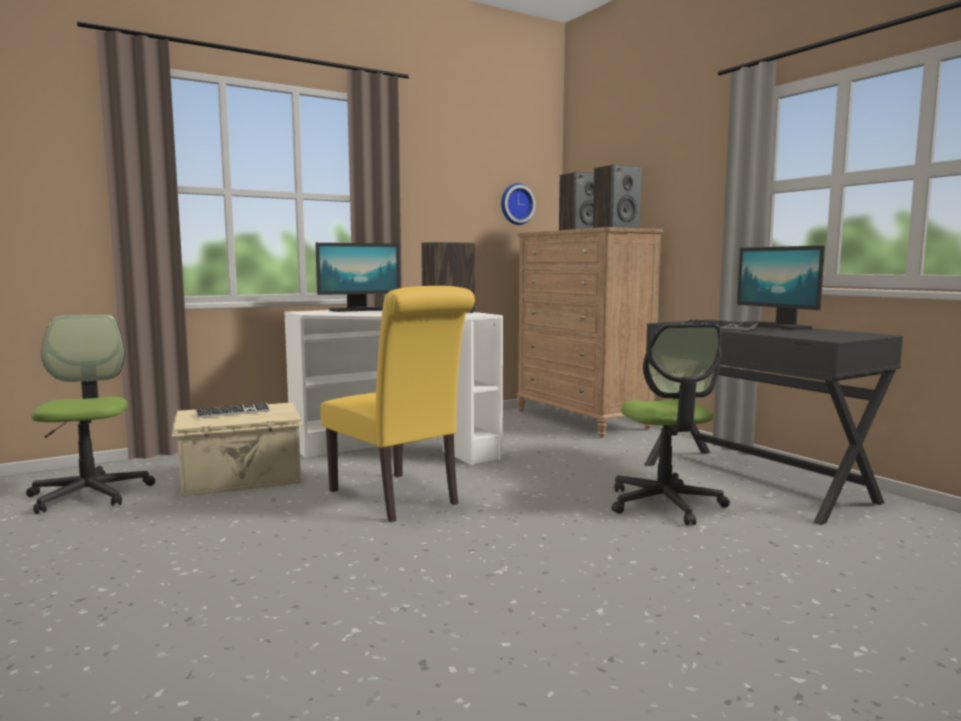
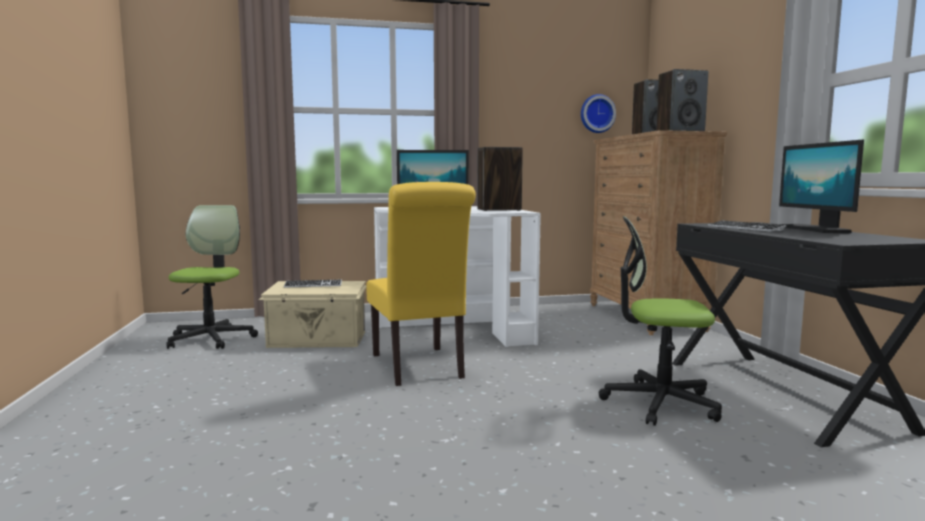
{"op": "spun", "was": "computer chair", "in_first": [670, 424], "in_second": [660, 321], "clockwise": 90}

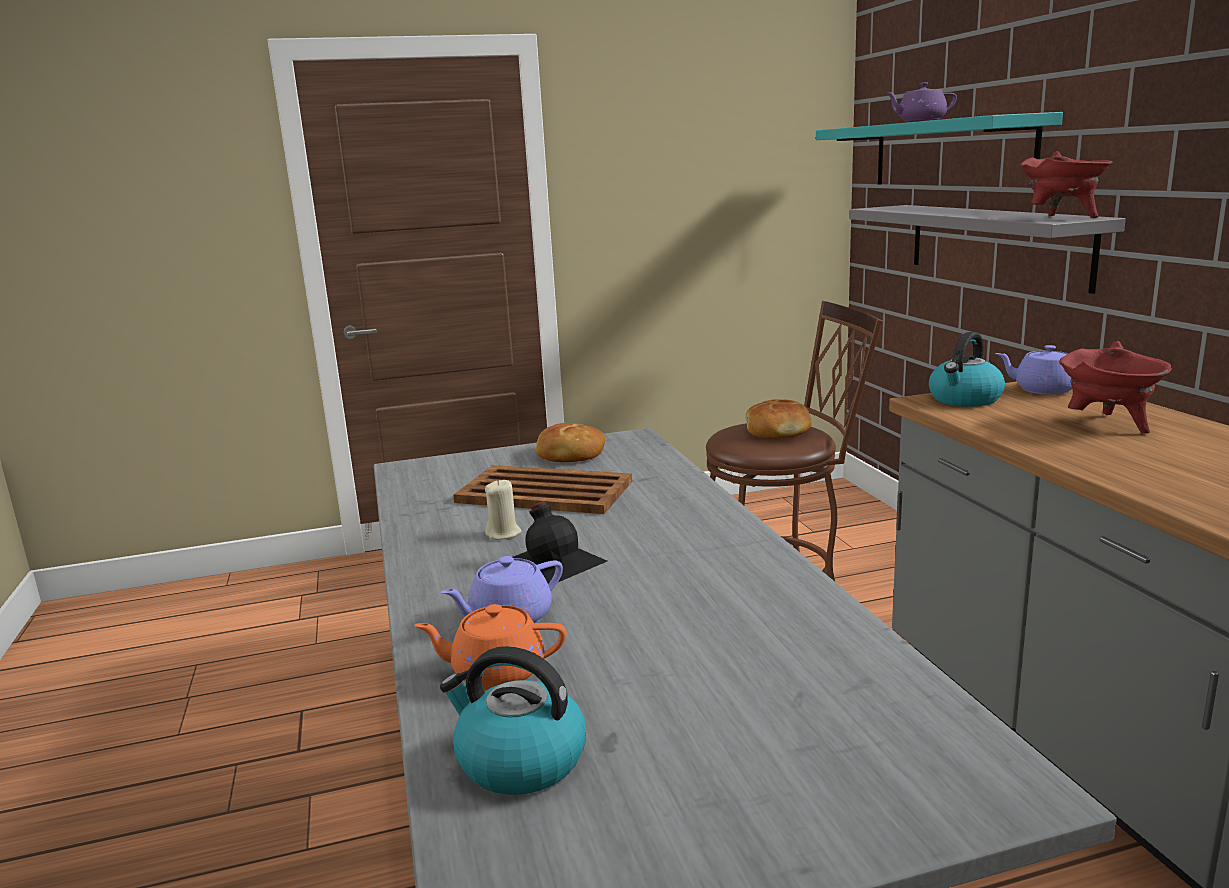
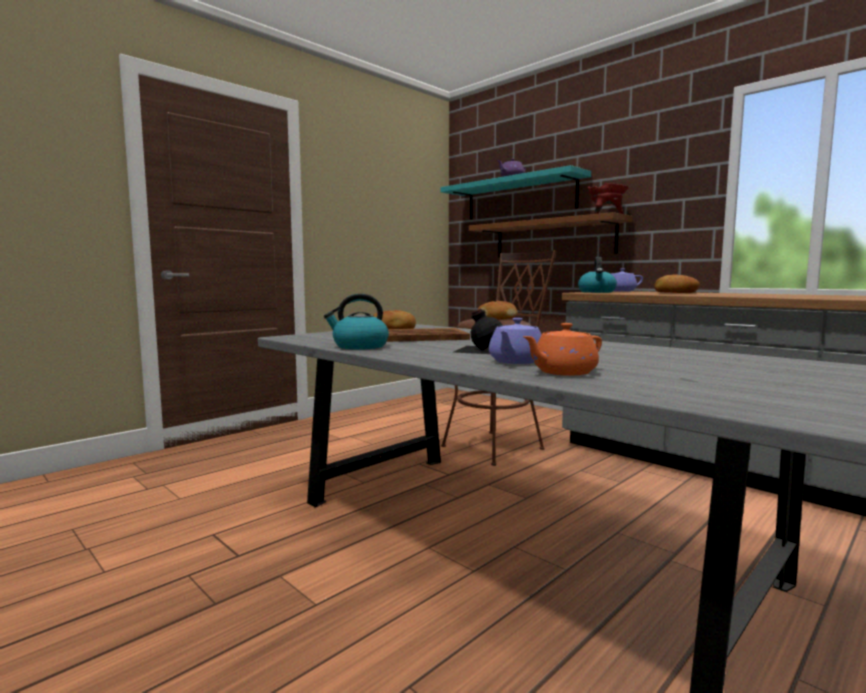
{"op": "relocated", "was": "tea kettle", "in_first": [513, 720], "in_second": [356, 322]}
{"op": "missing", "was": "sand-coloured wax candle", "in_first": [503, 509]}
{"op": "colour", "was": "grey bracket shelf", "now": "brown bracket shelf", "in_first": [987, 249], "in_second": [551, 235]}
{"op": "exchanged", "was": "red-coloured stockpot", "now": "baked bread", "in_first": [1115, 387], "in_second": [677, 283]}

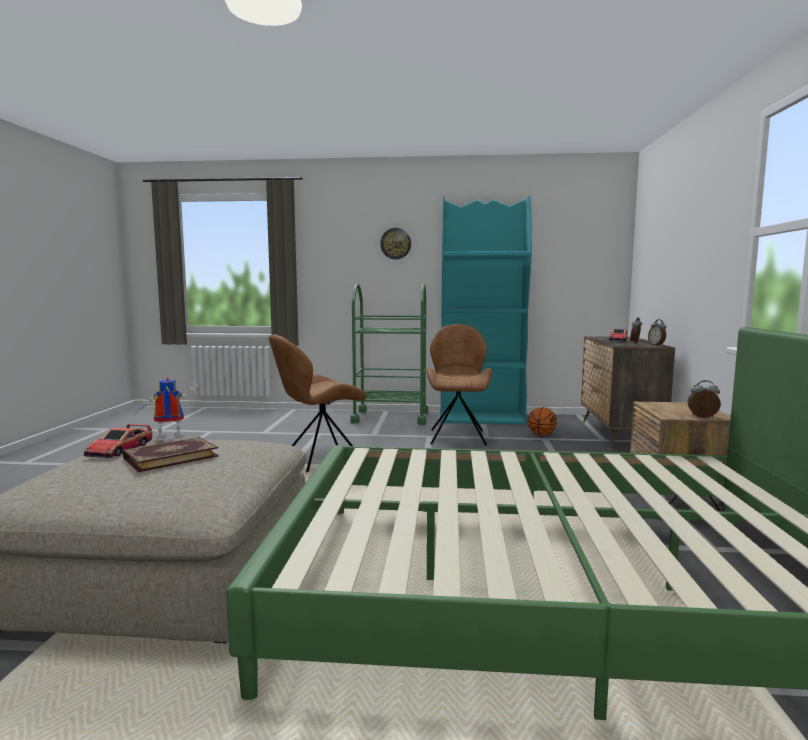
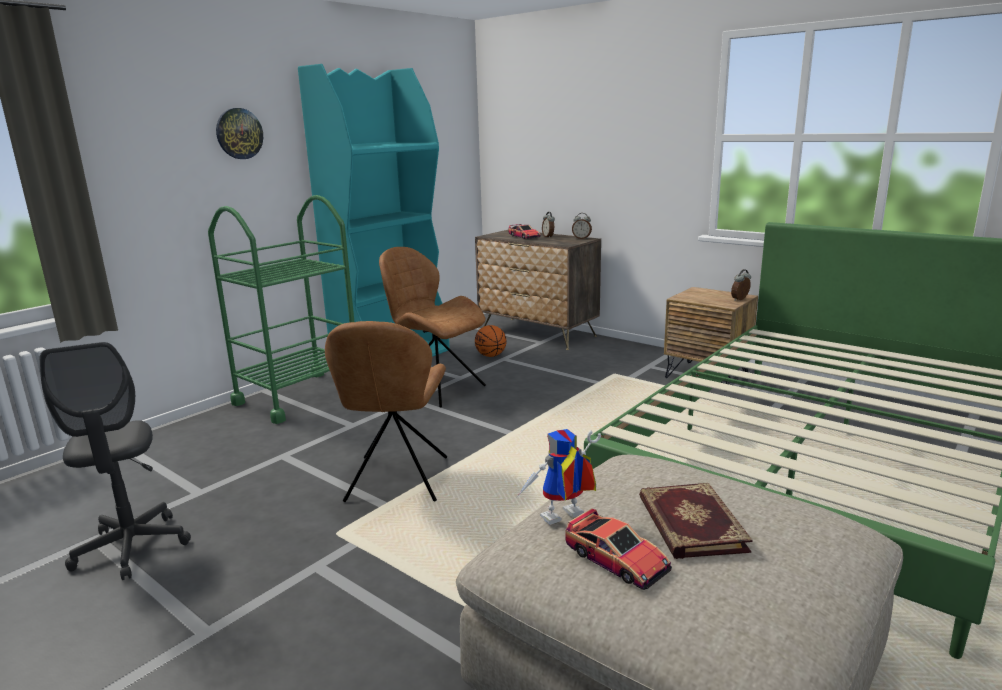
{"op": "spun", "was": "model robot", "in_first": [166, 408], "in_second": [559, 477], "clockwise": 45}
{"op": "appeared", "now": "grey computer chair", "in_second": [115, 461]}

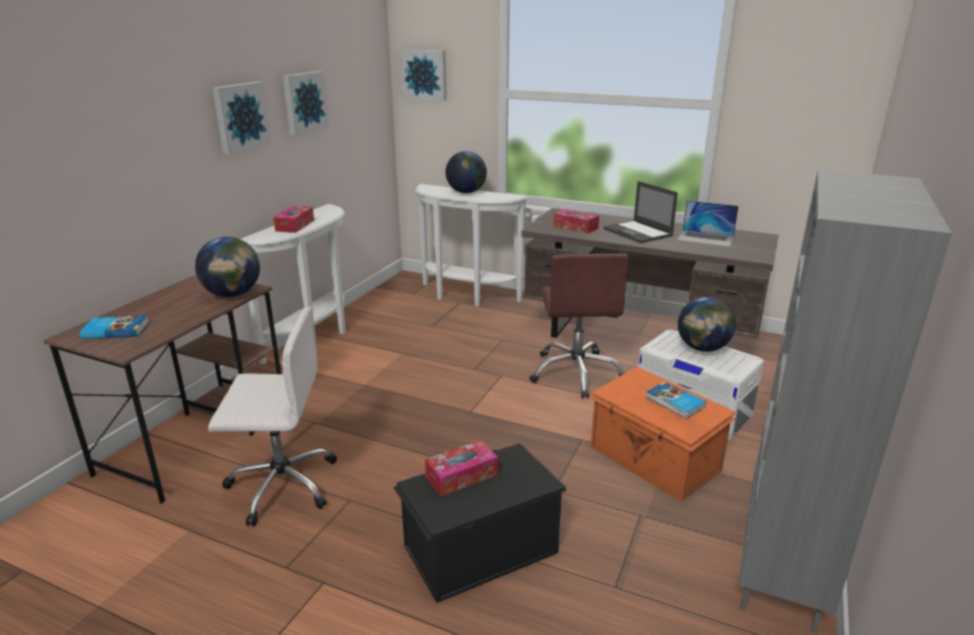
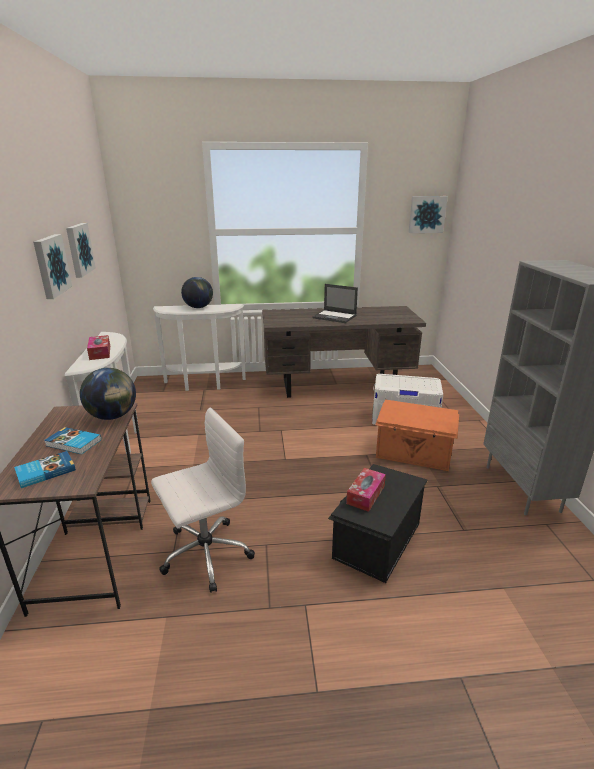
{"op": "relocated", "was": "wall picture", "in_first": [424, 75], "in_second": [428, 214]}
{"op": "missing", "was": "brown computer chair", "in_first": [579, 326]}
{"op": "missing", "was": "tissue box", "in_first": [576, 221]}
{"op": "relocated", "was": "volume", "in_first": [676, 400], "in_second": [72, 440]}
{"op": "missing", "was": "portable computer", "in_first": [708, 223]}
{"op": "missing", "was": "world globe", "in_first": [707, 324]}

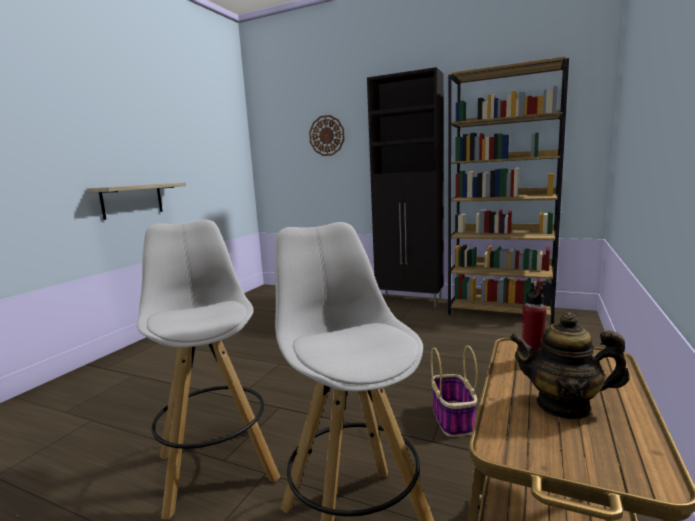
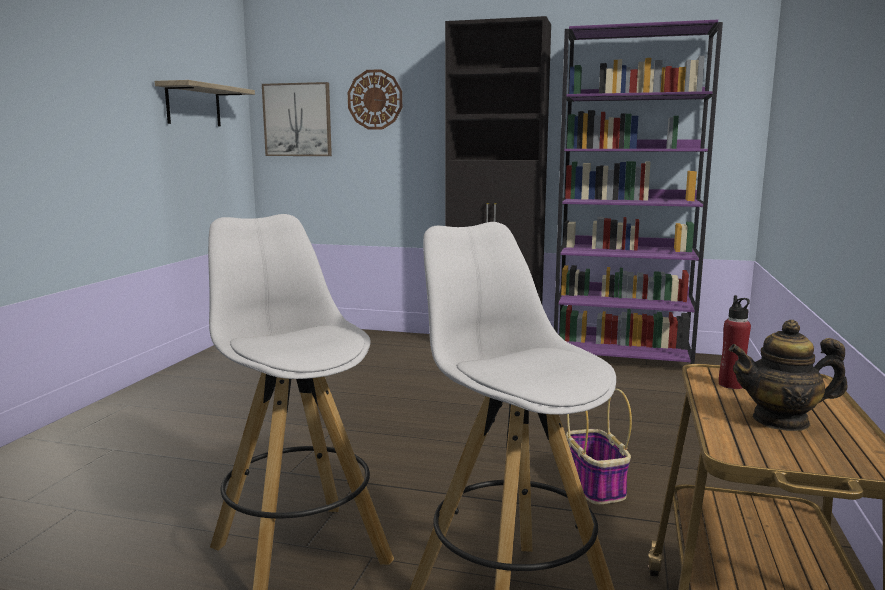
{"op": "relocated", "was": "bracket shelf", "in_first": [136, 201], "in_second": [205, 103]}
{"op": "colour", "was": "brown bookcase", "now": "purple bookcase", "in_first": [508, 190], "in_second": [638, 192]}
{"op": "appeared", "now": "wall picture", "in_second": [297, 119]}

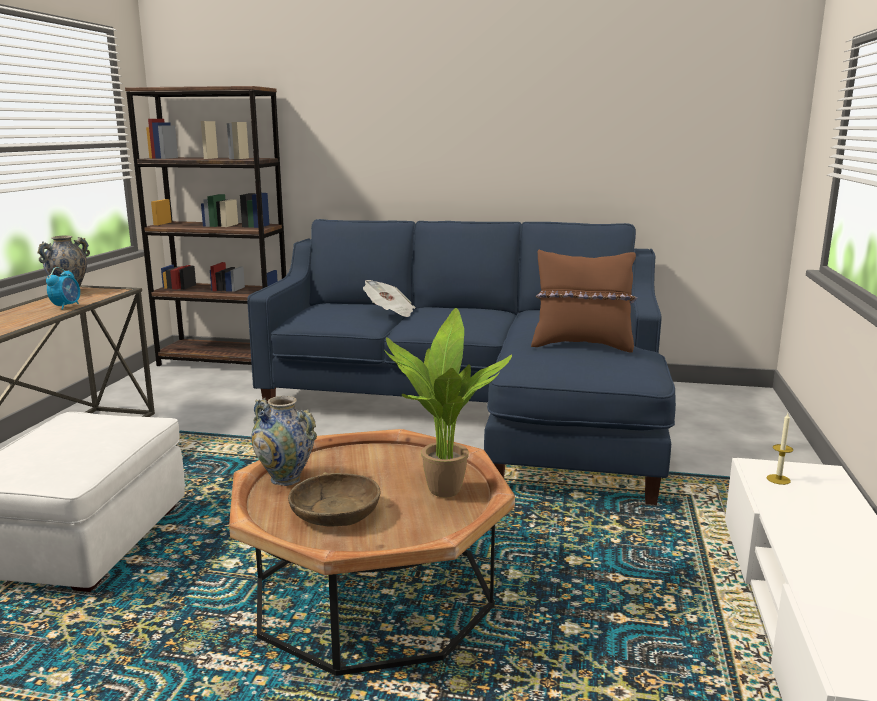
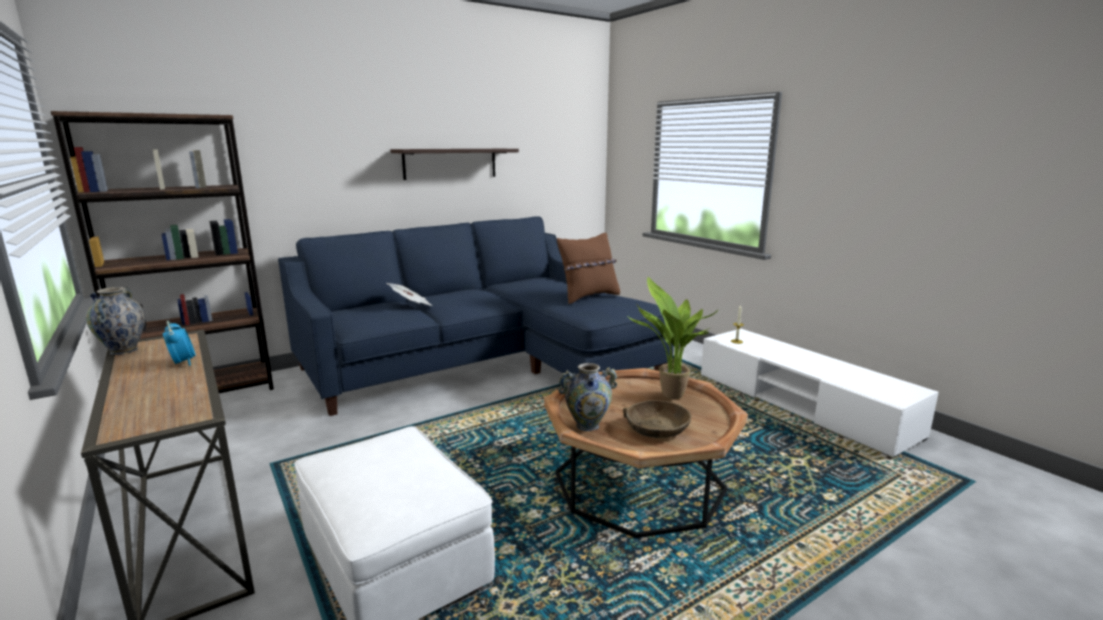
{"op": "appeared", "now": "bracket shelf", "in_second": [454, 164]}

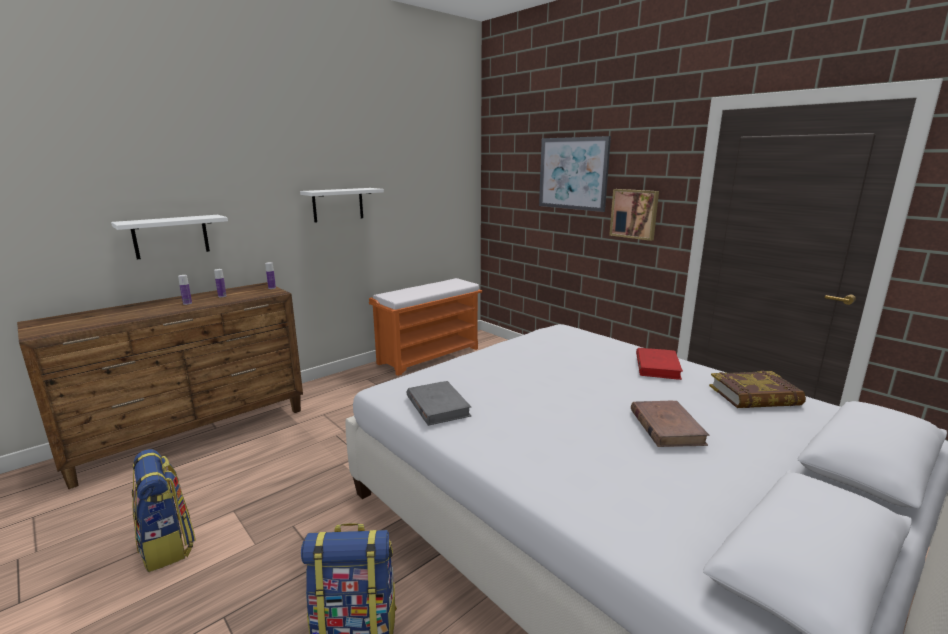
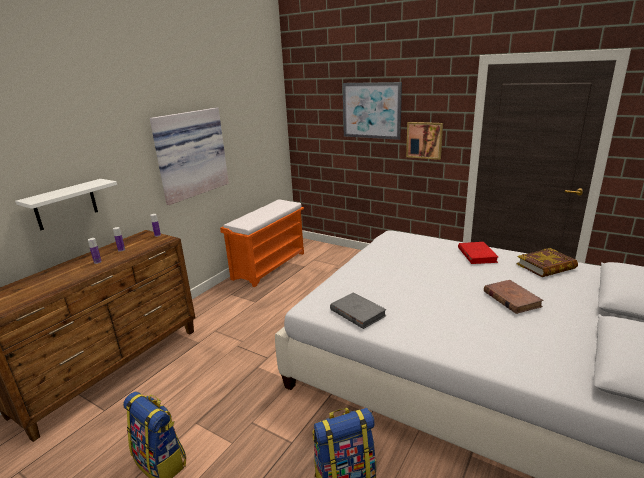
{"op": "exchanged", "was": "white-coloured bracket shelf", "now": "wall picture", "in_first": [342, 205], "in_second": [189, 156]}

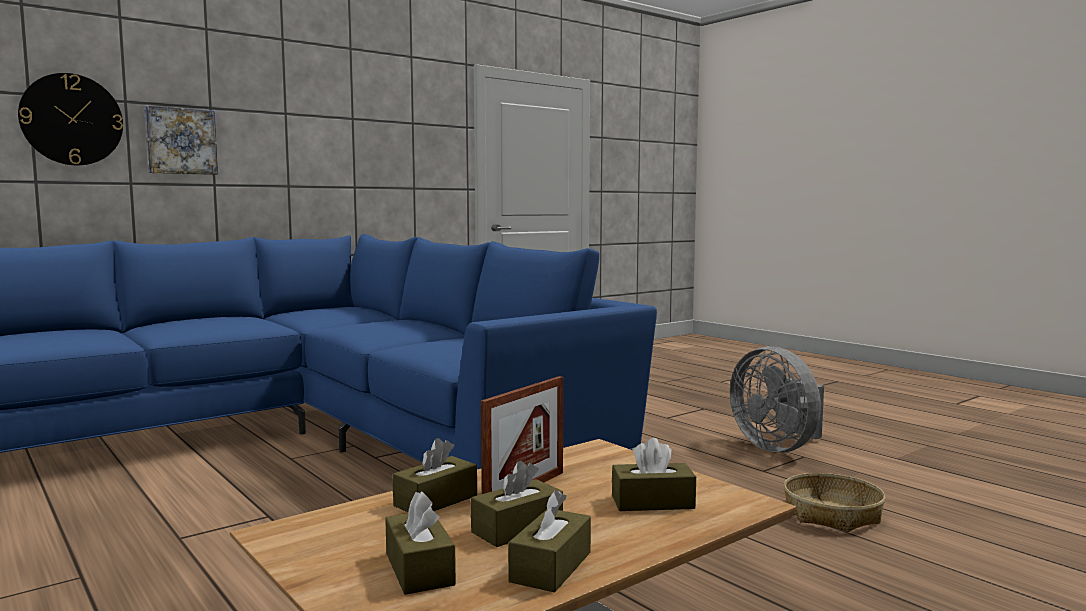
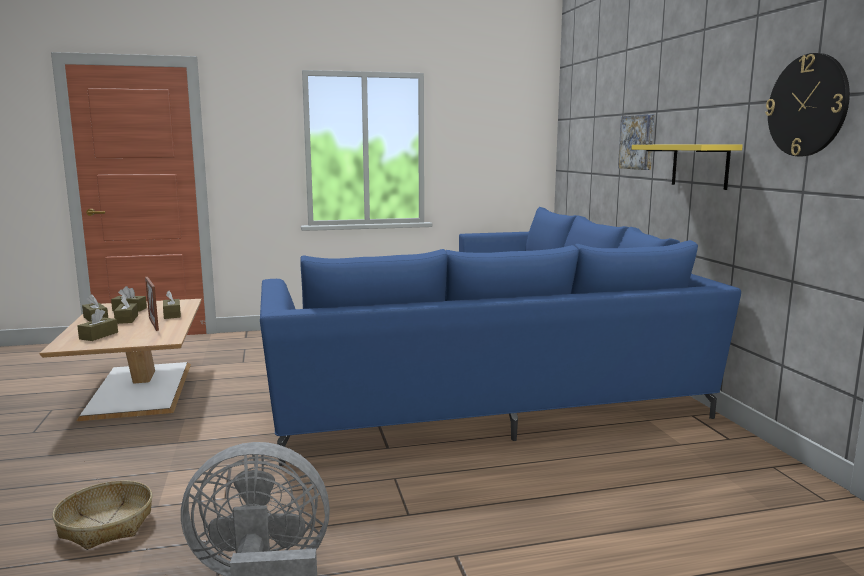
{"op": "relocated", "was": "hanging clock", "in_first": [70, 119], "in_second": [807, 104]}
{"op": "appeared", "now": "yellow bracket shelf", "in_second": [687, 167]}

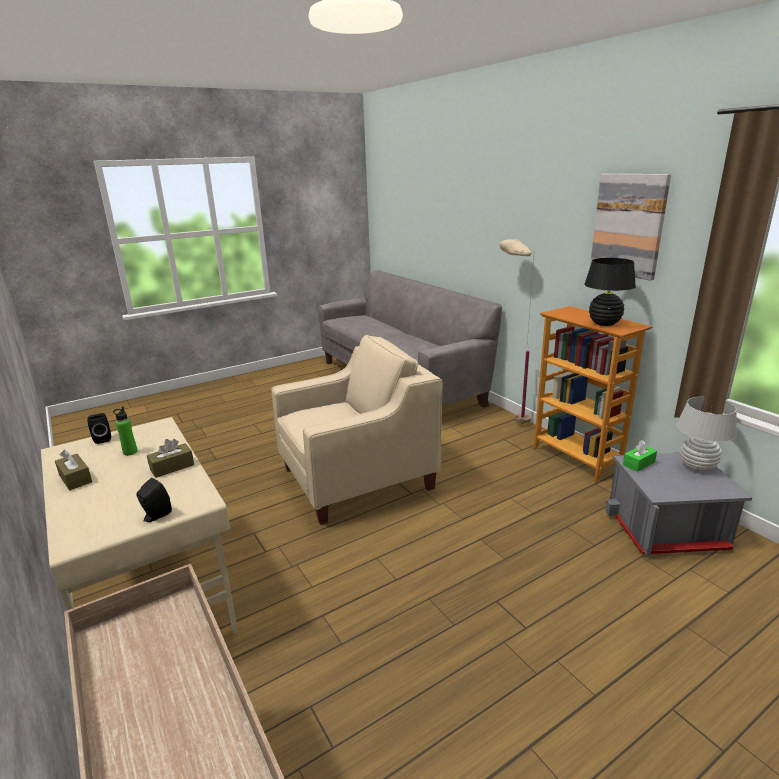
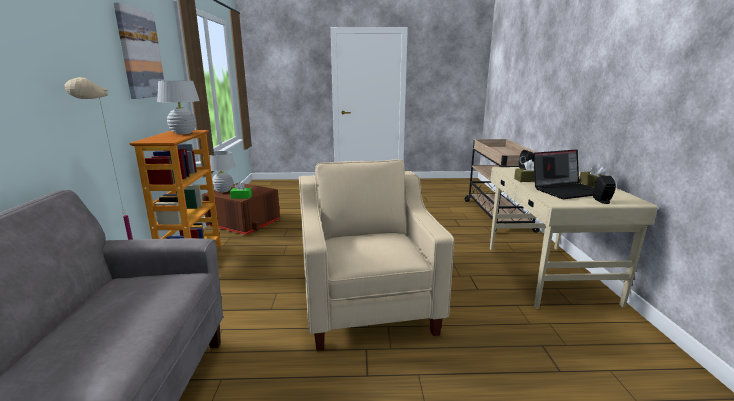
{"op": "exchanged", "was": "green-coloured beverage bottle", "now": "portable computer", "in_first": [125, 431], "in_second": [563, 174]}
{"op": "spun", "was": "sand-coloured armchair", "in_first": [357, 430], "in_second": [376, 255], "clockwise": 75}
{"op": "colour", "was": "black-coloured table lamp", "now": "white-coloured table lamp", "in_first": [610, 292], "in_second": [178, 107]}
{"op": "colour", "was": "grey storage bin", "now": "brown storage bin", "in_first": [678, 504], "in_second": [241, 209]}

